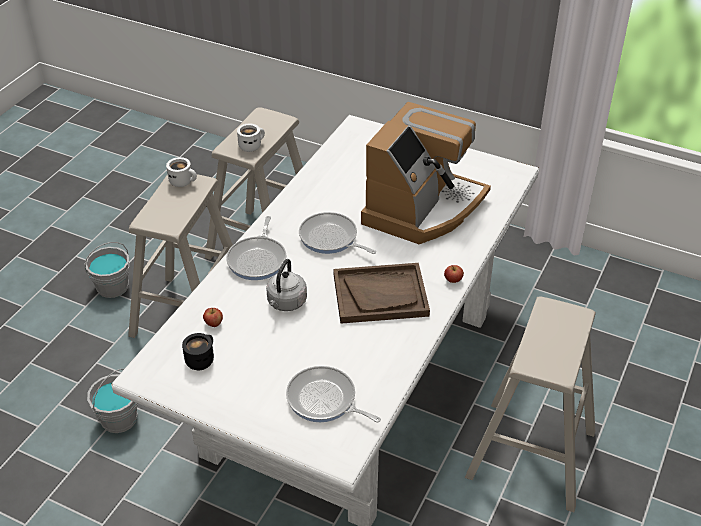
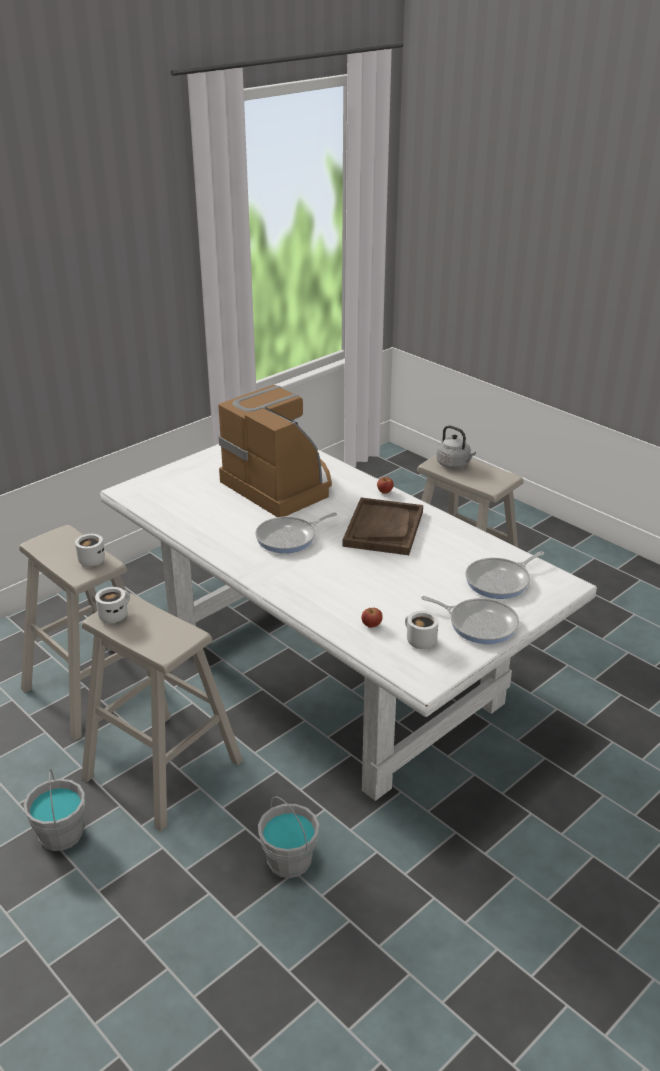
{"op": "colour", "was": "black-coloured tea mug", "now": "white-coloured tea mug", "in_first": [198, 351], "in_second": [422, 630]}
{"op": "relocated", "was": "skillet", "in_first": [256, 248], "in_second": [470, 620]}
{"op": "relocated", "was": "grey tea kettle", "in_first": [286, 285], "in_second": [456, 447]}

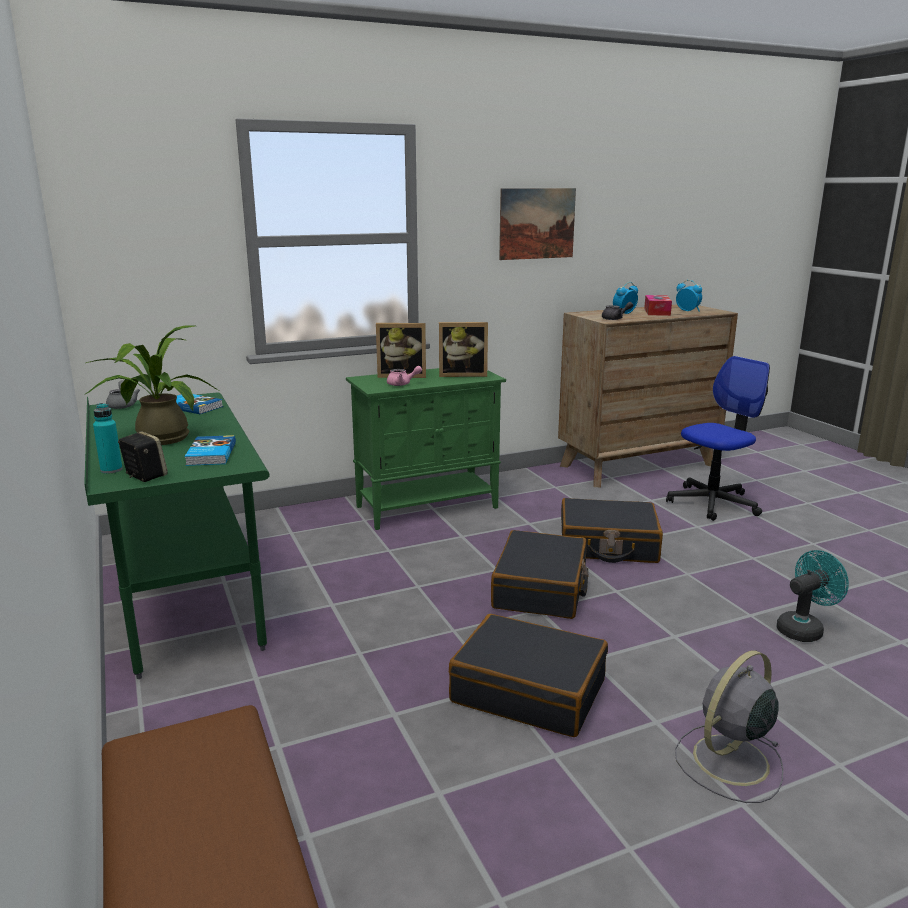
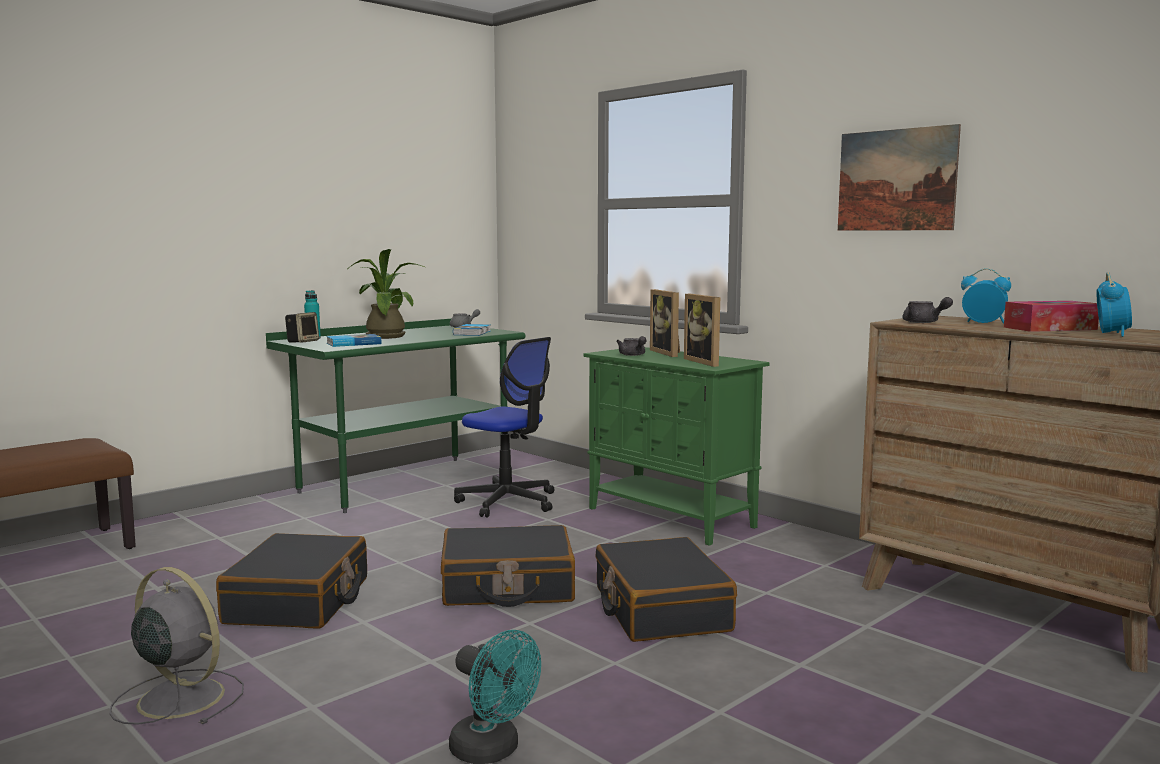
{"op": "colour", "was": "pinkish tea pot", "now": "grey tea pot", "in_first": [404, 376], "in_second": [631, 346]}
{"op": "relocated", "was": "computer chair", "in_first": [718, 438], "in_second": [504, 427]}

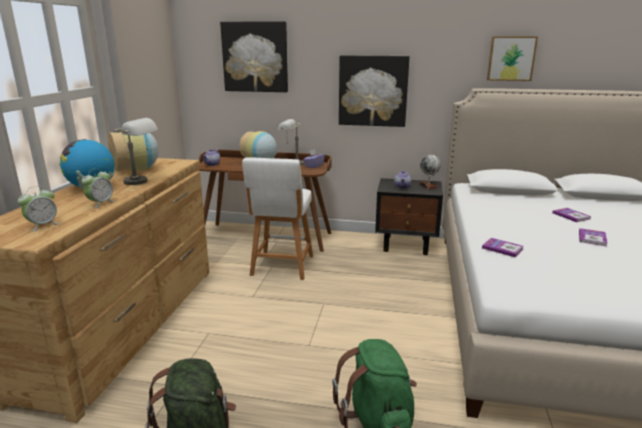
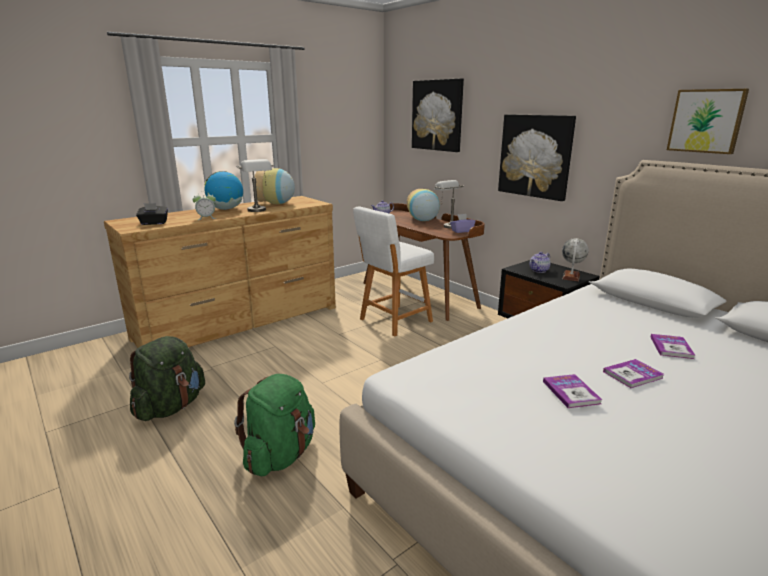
{"op": "exchanged", "was": "bedside clock", "now": "black-coloured tissue box", "in_first": [39, 209], "in_second": [152, 214]}
{"op": "relocated", "was": "volume", "in_first": [503, 247], "in_second": [572, 391]}

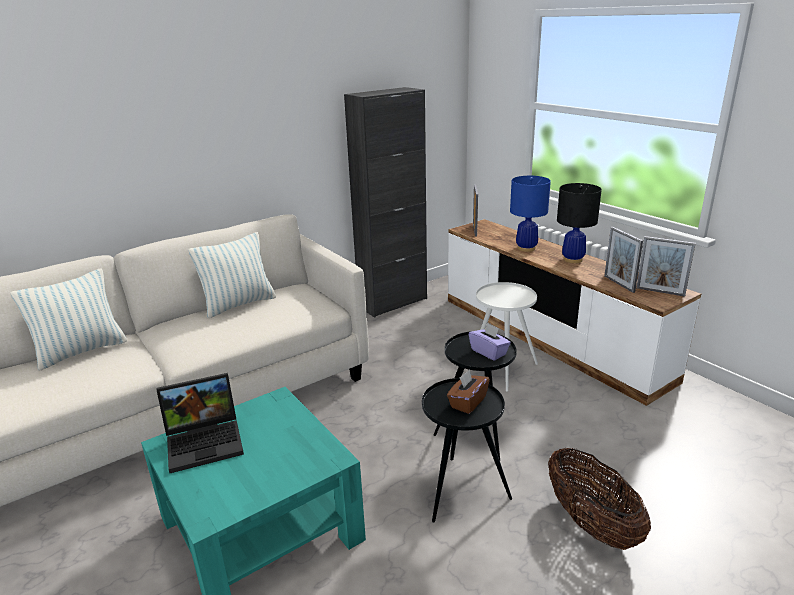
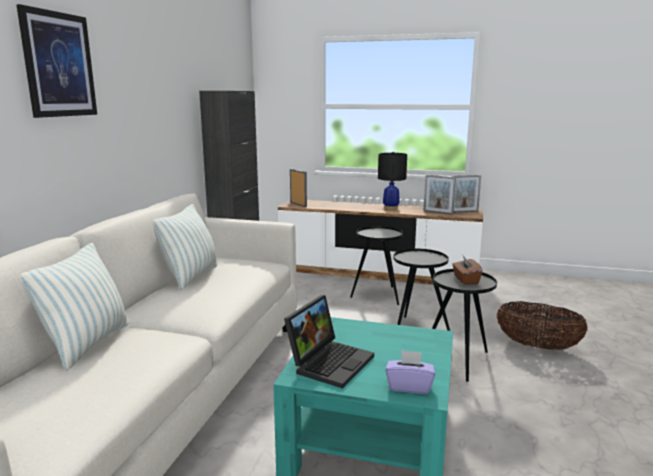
{"op": "relocated", "was": "purple tissue box", "in_first": [490, 342], "in_second": [410, 372]}
{"op": "colour", "was": "white-coloured end table", "now": "black-coloured end table", "in_first": [507, 337], "in_second": [376, 265]}
{"op": "missing", "was": "blue-coloured table lamp", "in_first": [530, 214]}
{"op": "appeared", "now": "wall picture", "in_second": [56, 61]}

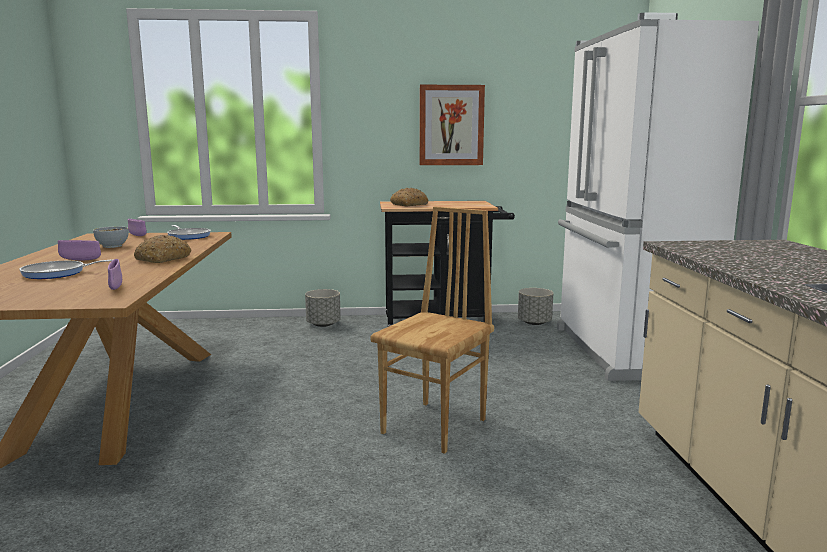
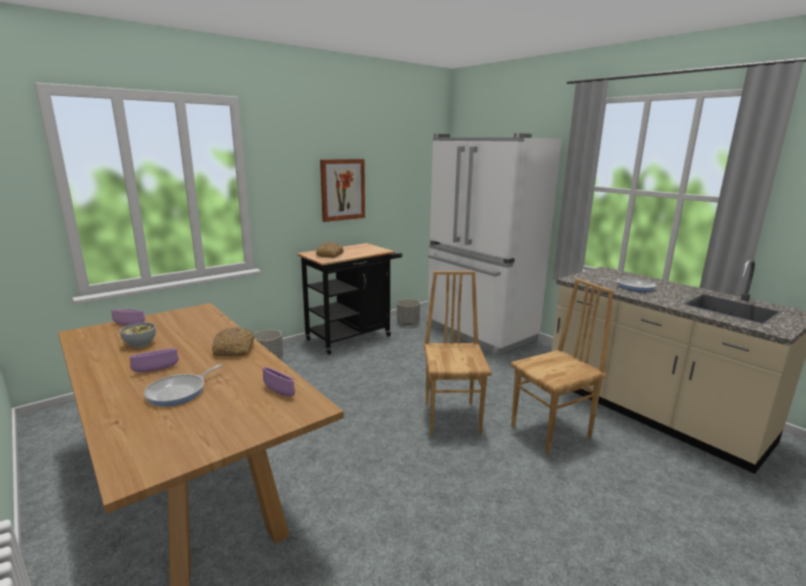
{"op": "relocated", "was": "skillet", "in_first": [189, 232], "in_second": [627, 285]}
{"op": "appeared", "now": "brown chair", "in_second": [562, 367]}

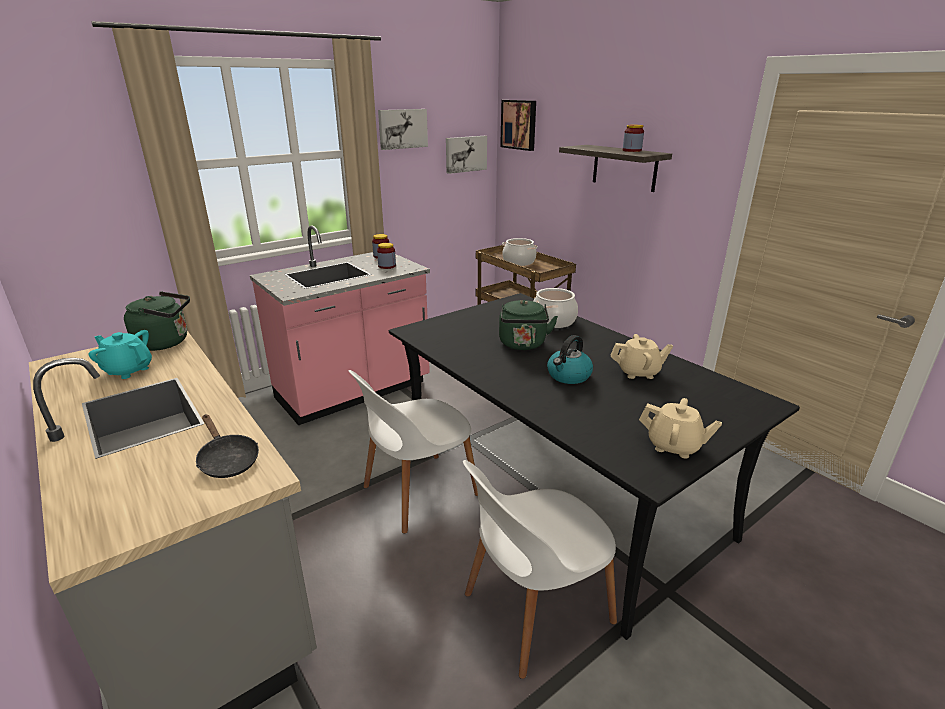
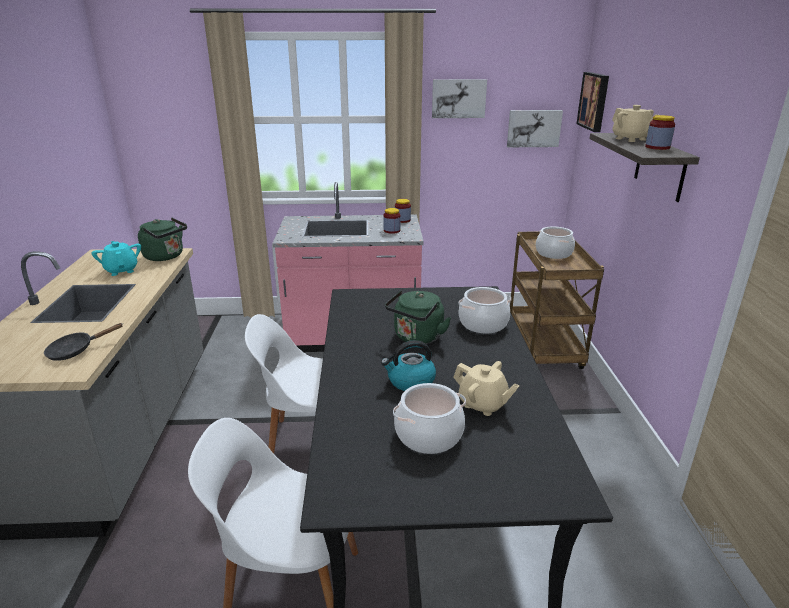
{"op": "spun", "was": "black-coloured skillet", "in_first": [227, 446], "in_second": [83, 342], "clockwise": 60}
{"op": "relocated", "was": "sand-coloured tea pot", "in_first": [680, 428], "in_second": [635, 123]}
{"op": "appeared", "now": "stockpot", "in_second": [429, 418]}

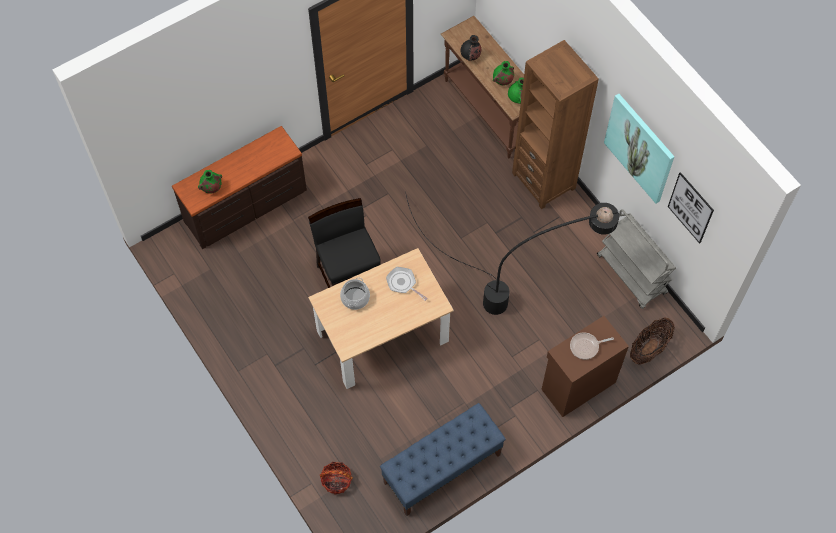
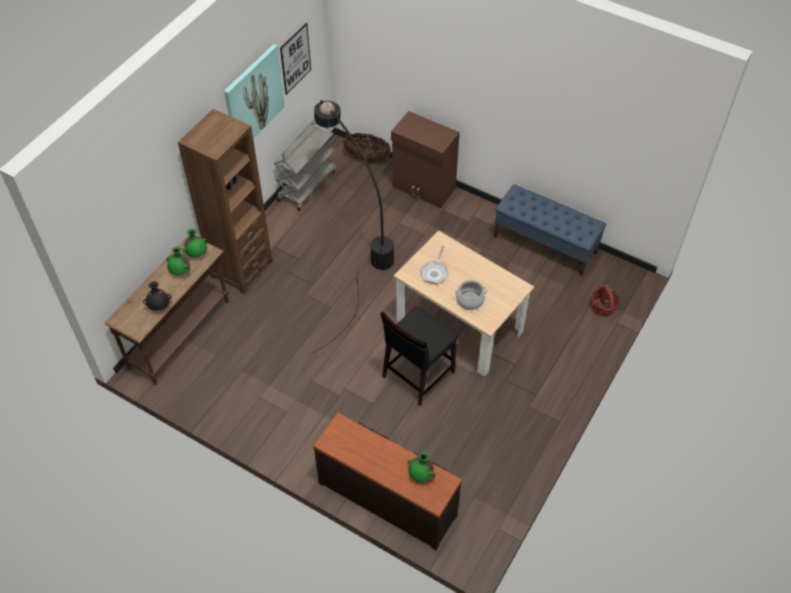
{"op": "missing", "was": "skillet", "in_first": [592, 345]}

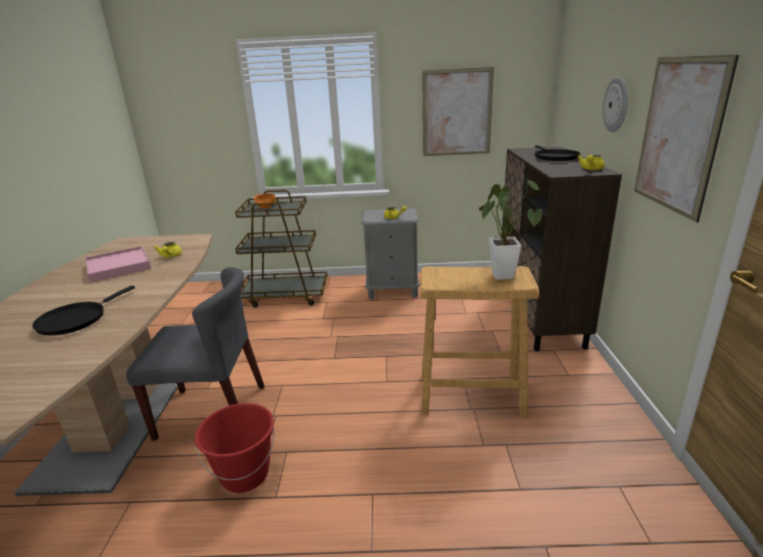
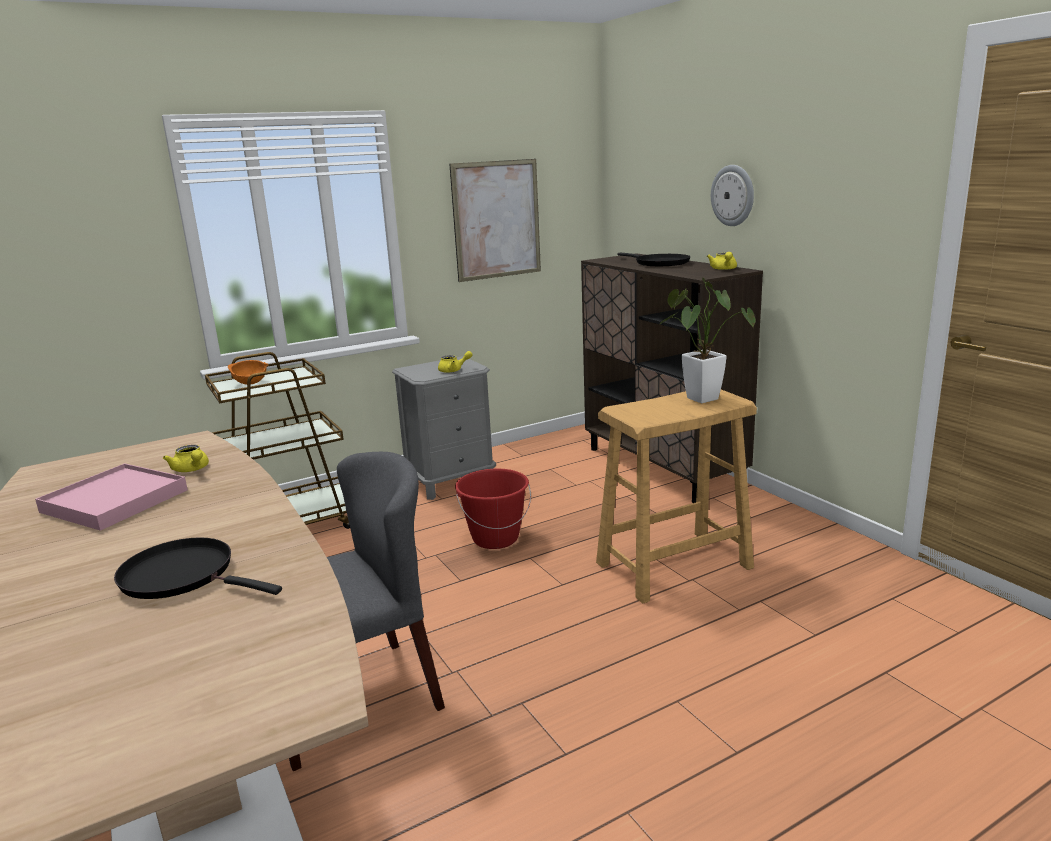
{"op": "spun", "was": "black-coloured skillet", "in_first": [83, 310], "in_second": [198, 568], "clockwise": 120}
{"op": "relocated", "was": "red-coloured water bucket", "in_first": [234, 448], "in_second": [493, 509]}
{"op": "missing", "was": "wall picture", "in_first": [686, 138]}

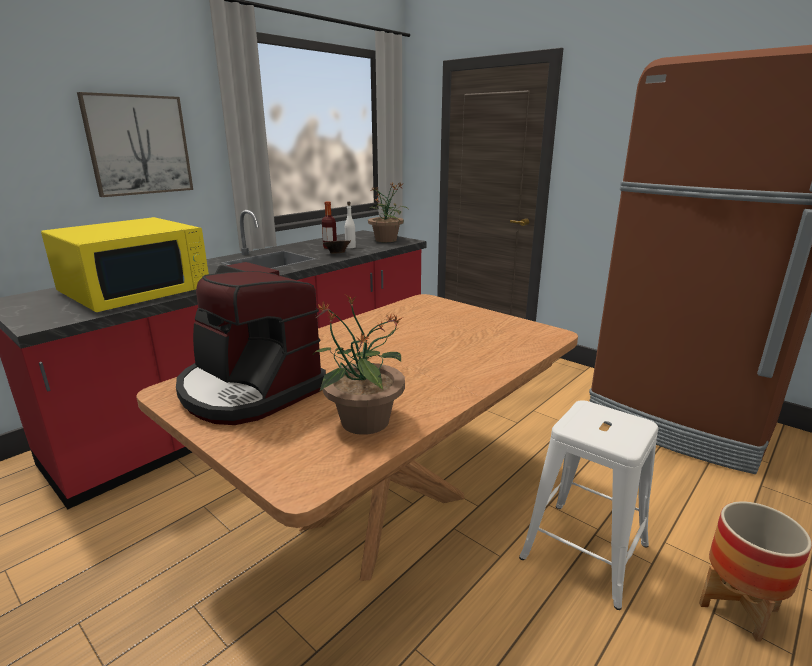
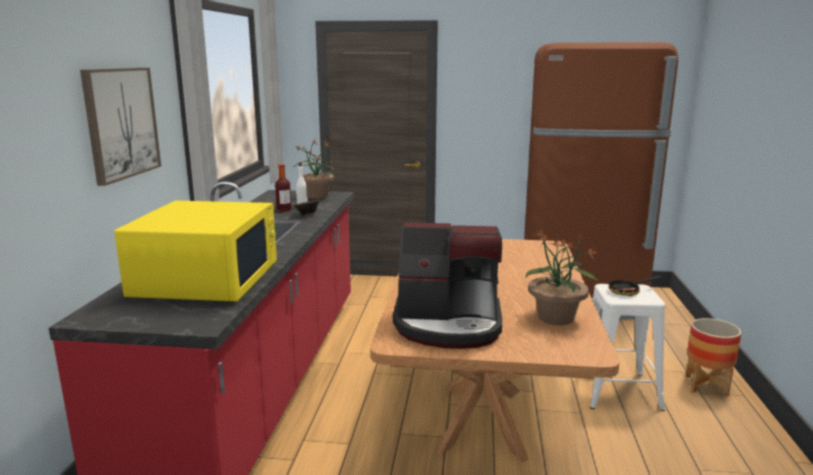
{"op": "appeared", "now": "skillet", "in_second": [635, 286]}

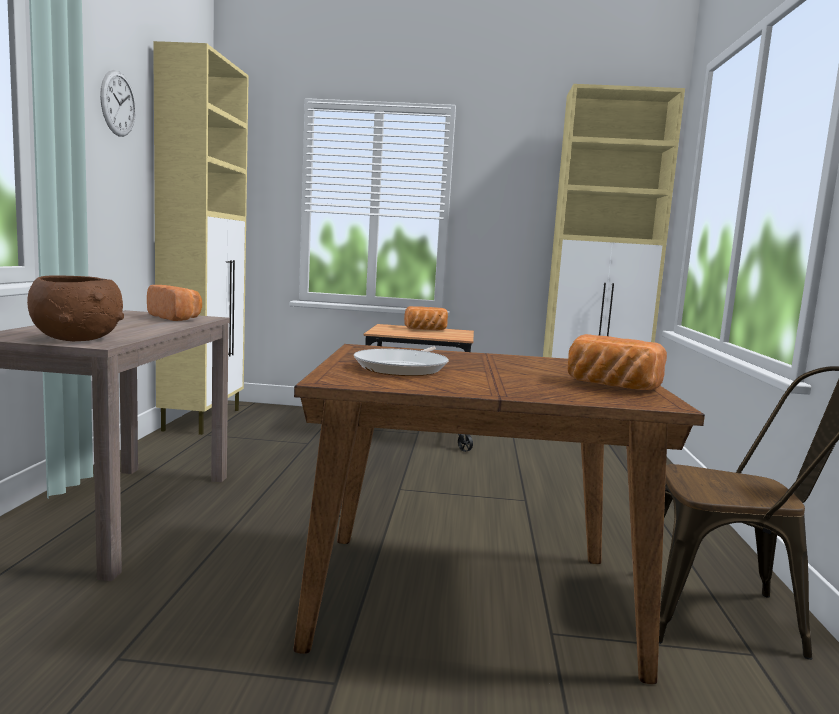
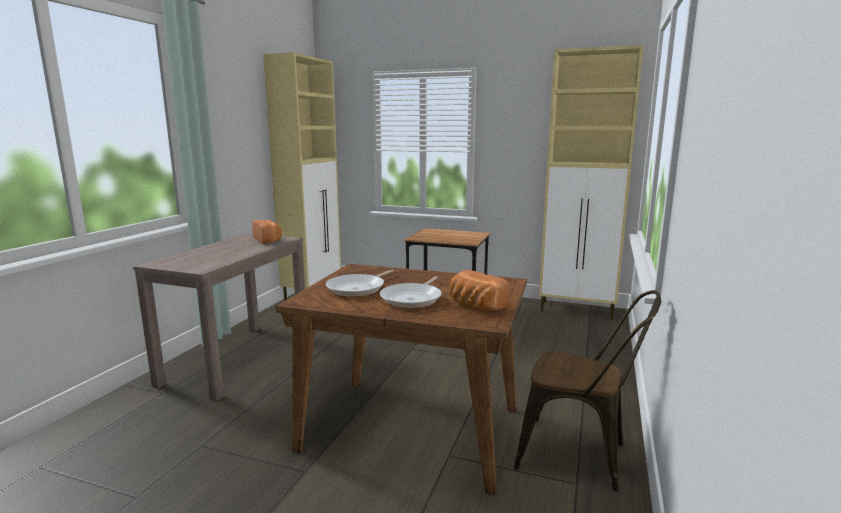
{"op": "missing", "was": "brown deep dish", "in_first": [75, 308]}
{"op": "missing", "was": "hanging clock", "in_first": [118, 103]}
{"op": "missing", "was": "baked bread", "in_first": [426, 318]}
{"op": "appeared", "now": "skillet", "in_second": [411, 292]}

